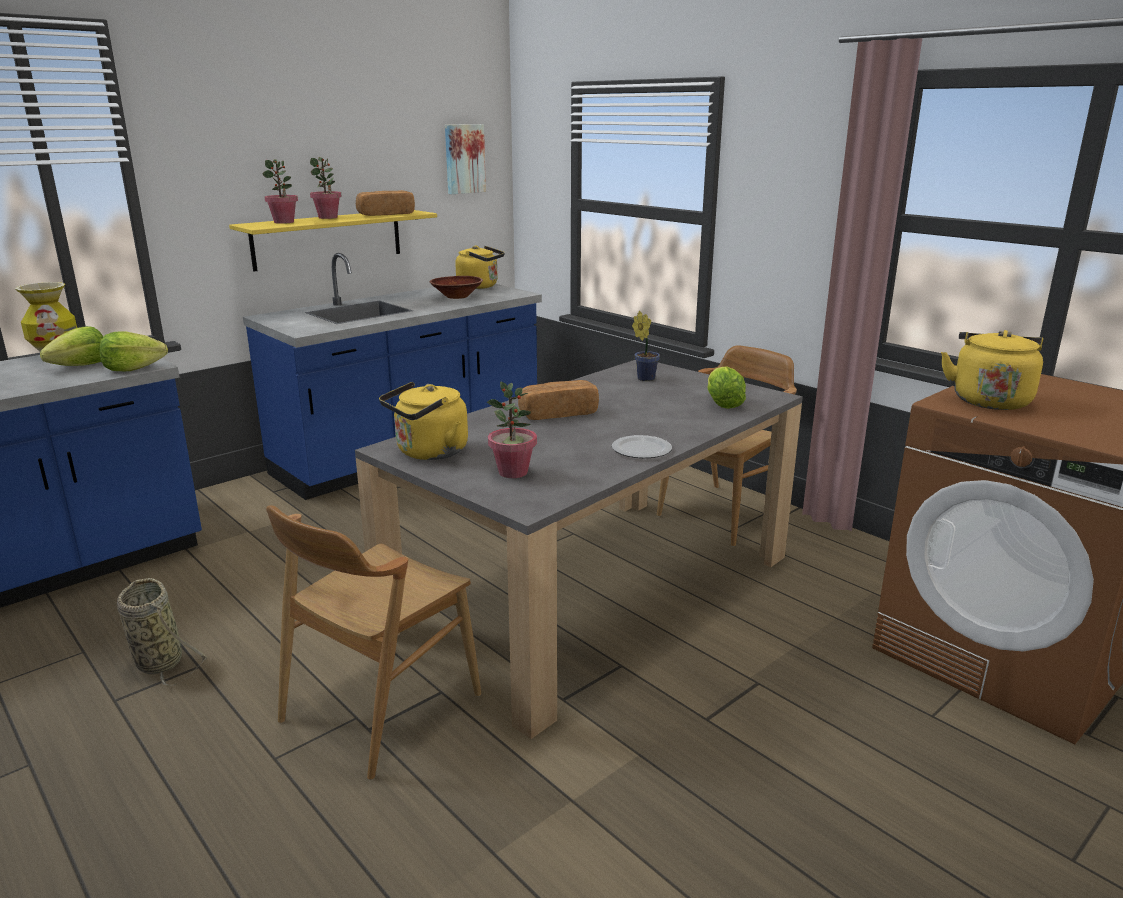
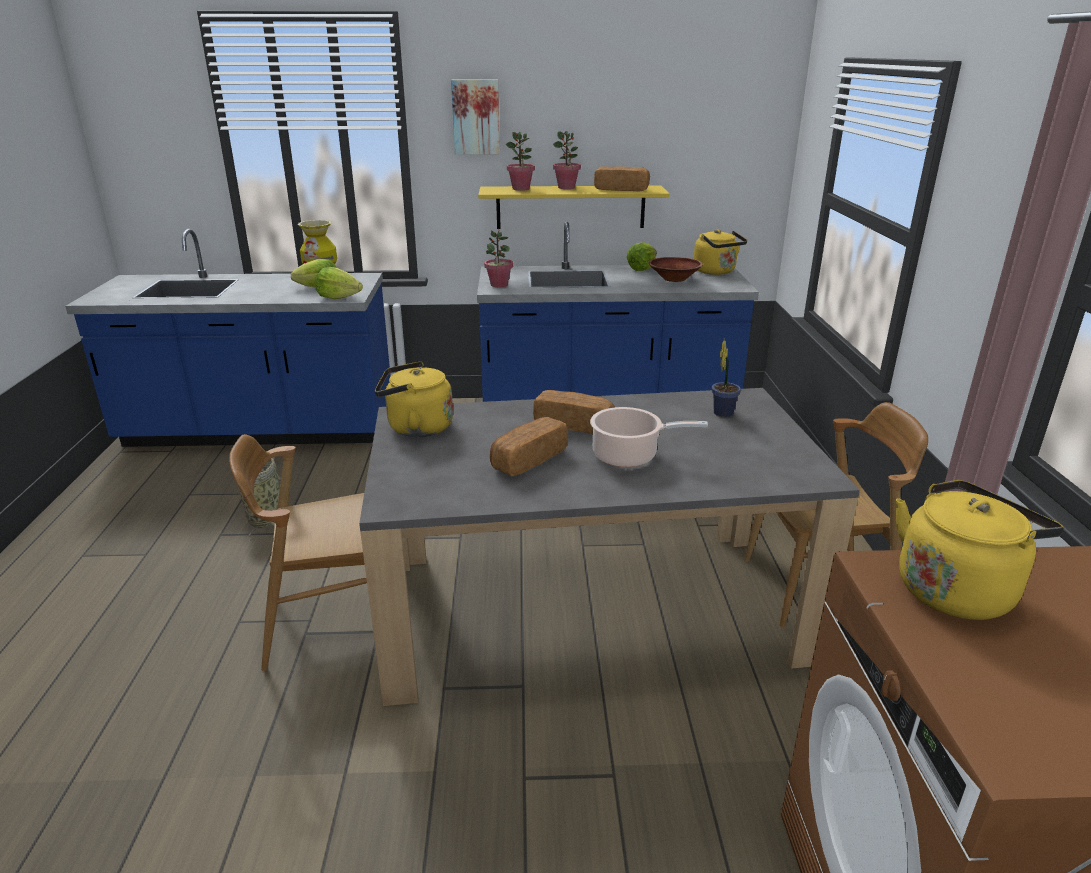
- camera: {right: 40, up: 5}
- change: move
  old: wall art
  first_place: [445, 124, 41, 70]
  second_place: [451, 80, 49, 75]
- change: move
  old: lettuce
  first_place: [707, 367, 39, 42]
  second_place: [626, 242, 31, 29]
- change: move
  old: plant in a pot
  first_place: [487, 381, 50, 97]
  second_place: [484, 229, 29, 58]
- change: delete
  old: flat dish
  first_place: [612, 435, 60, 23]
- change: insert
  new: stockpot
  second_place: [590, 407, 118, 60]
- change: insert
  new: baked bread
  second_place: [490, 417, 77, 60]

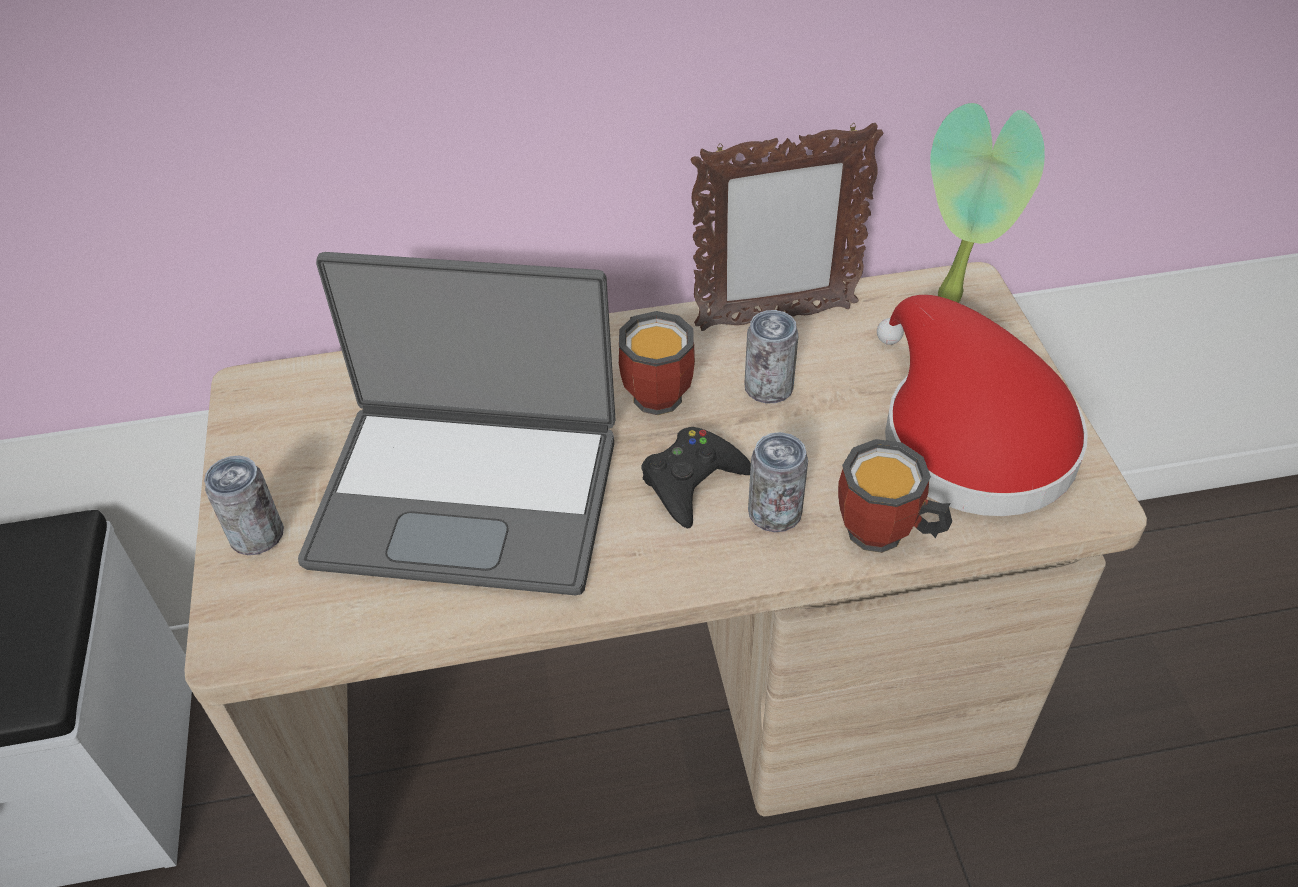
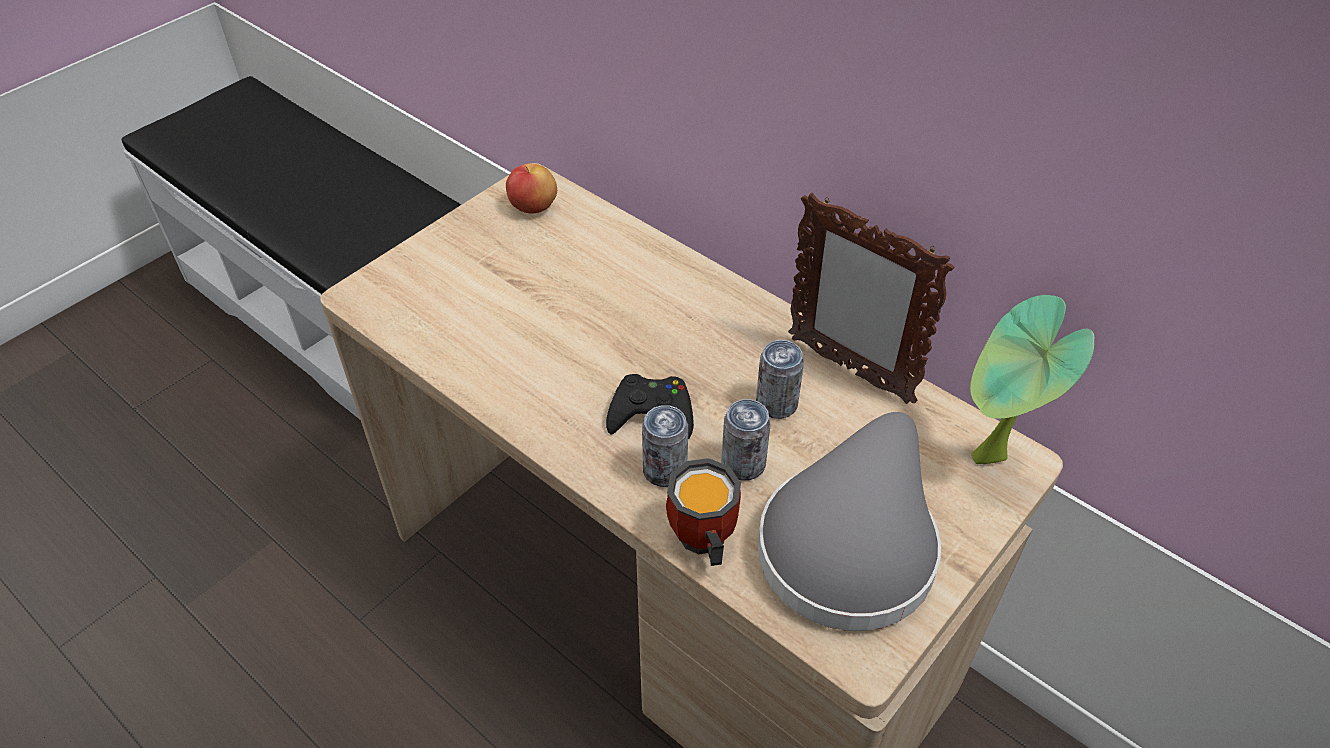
- camera: {right: 50, up: 0}
- change: delete
  old: laptop
  first_place: [298, 252, 318, 343]
- change: recolor
  old: red clothing hat
  new: gray clothing hat
  first_place: [877, 295, 211, 221]
  second_place: [758, 412, 183, 219]
- change: delete
  old: mug
  first_place: [619, 311, 76, 104]
- change: move
  old: sealed can
  first_place: [204, 456, 80, 99]
  second_place: [721, 399, 50, 81]
- change: insert
  new: whole apple
  second_place: [506, 163, 51, 50]

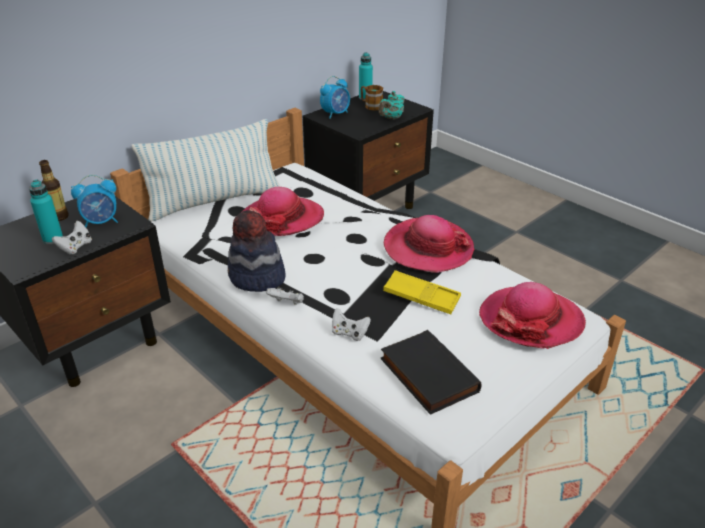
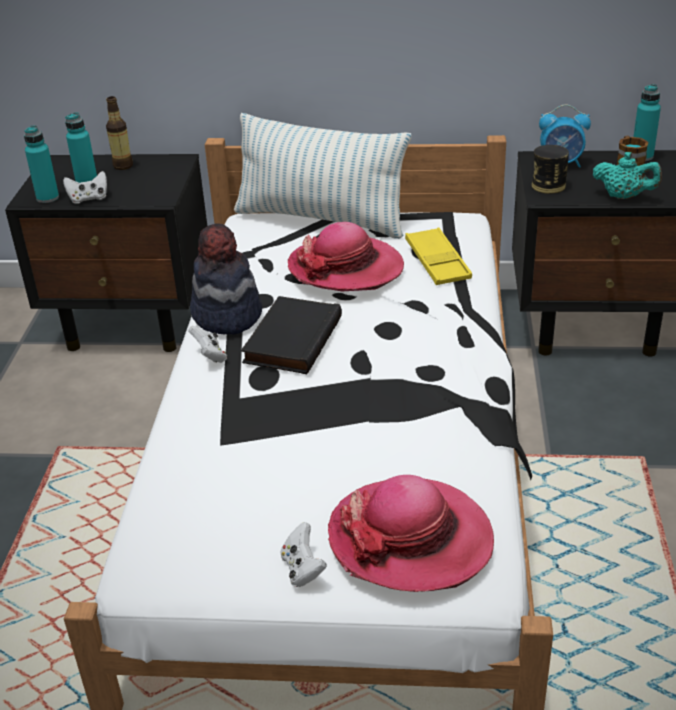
- camera: {right: 50, up: 0}
- change: rotate
  old: turquoise-coloured pot for tea
  first_place: [378, 91, 27, 29]
  second_place: [593, 152, 69, 47]
  degrees: -150
- change: delete
  old: bedside clock
  first_place: [71, 175, 47, 52]
- change: delete
  old: clothing hat
  first_place: [383, 215, 91, 58]
- change: move
  old: yellowish tray
  first_place: [383, 270, 78, 45]
  second_place: [405, 228, 67, 57]
- change: move
  old: white gamepad
  first_place: [332, 308, 39, 33]
  second_place: [280, 522, 47, 65]
- change: move
  old: blackish bound book
  first_place: [380, 330, 102, 85]
  second_place: [241, 296, 101, 78]
- change: insert
  new: turquoise-coloured beverage bottle
  second_place: [24, 125, 35, 78]
- change: insert
  new: sealed can
  second_place: [531, 145, 38, 49]

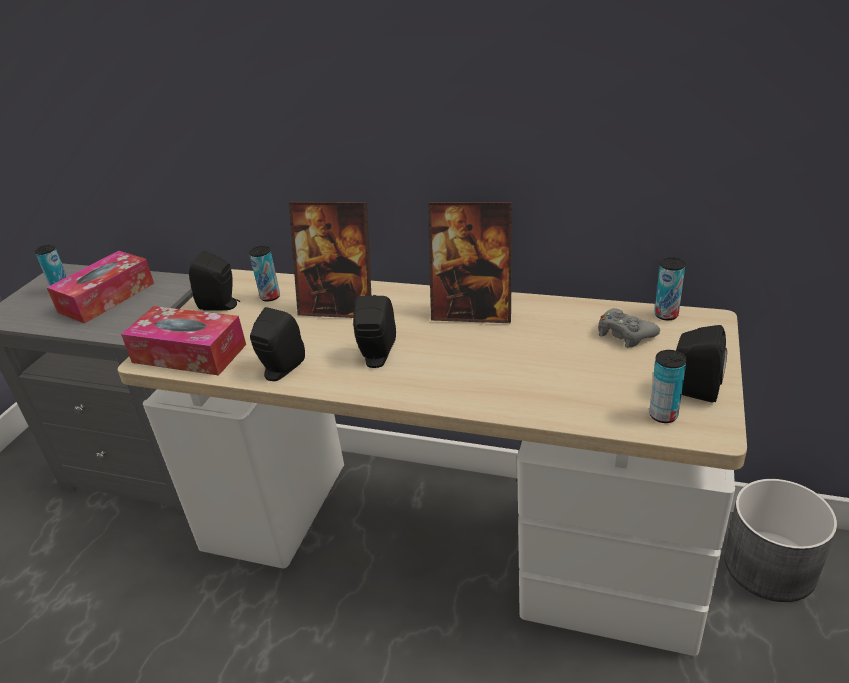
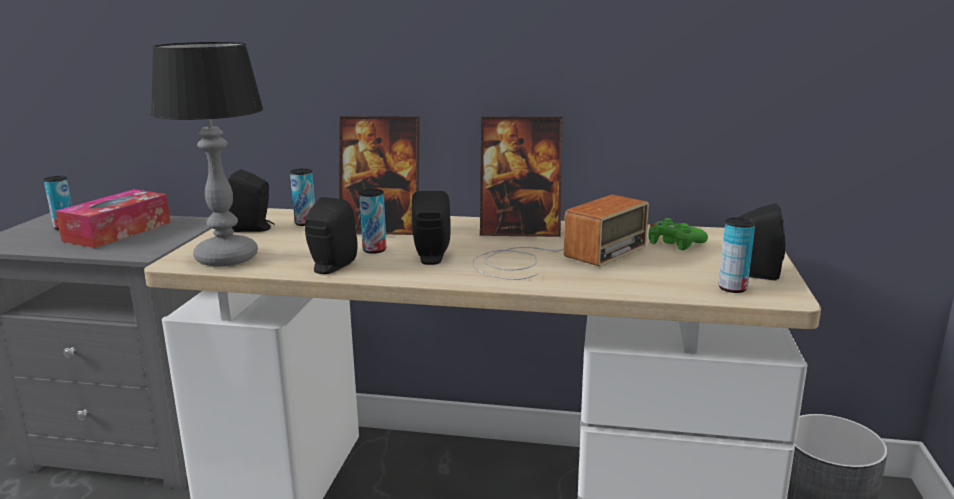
- camera: {right: -10, up: -15}
- change: move
  old: sealed can
  first_place: [655, 258, 31, 62]
  second_place: [359, 189, 28, 65]
- change: replace
  old: tissue box
  new: table lamp
  first_place: [121, 306, 125, 69]
  second_place: [151, 42, 113, 225]
- change: recolor
  old: gray gamepad
  new: green gamepad
  first_place: [598, 308, 62, 40]
  second_place: [649, 218, 59, 32]
- change: insert
  new: radio receiver
  second_place: [473, 195, 176, 85]

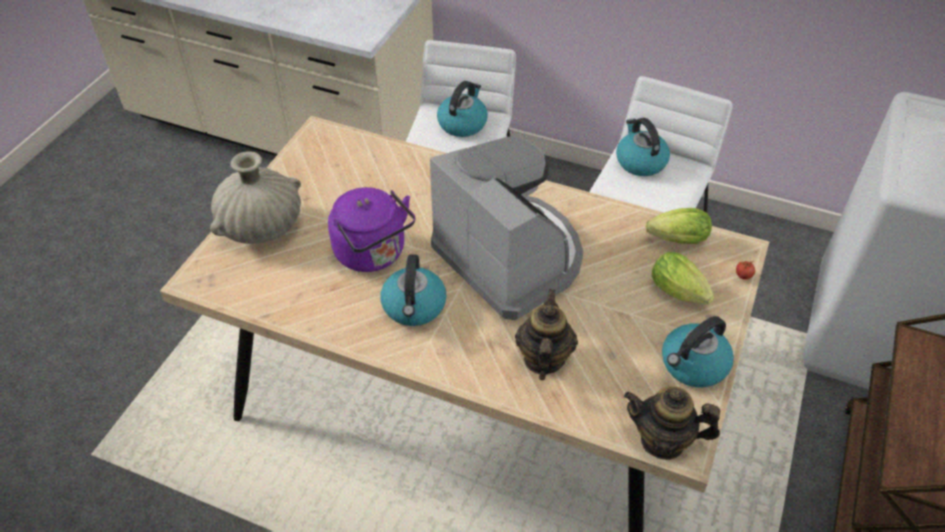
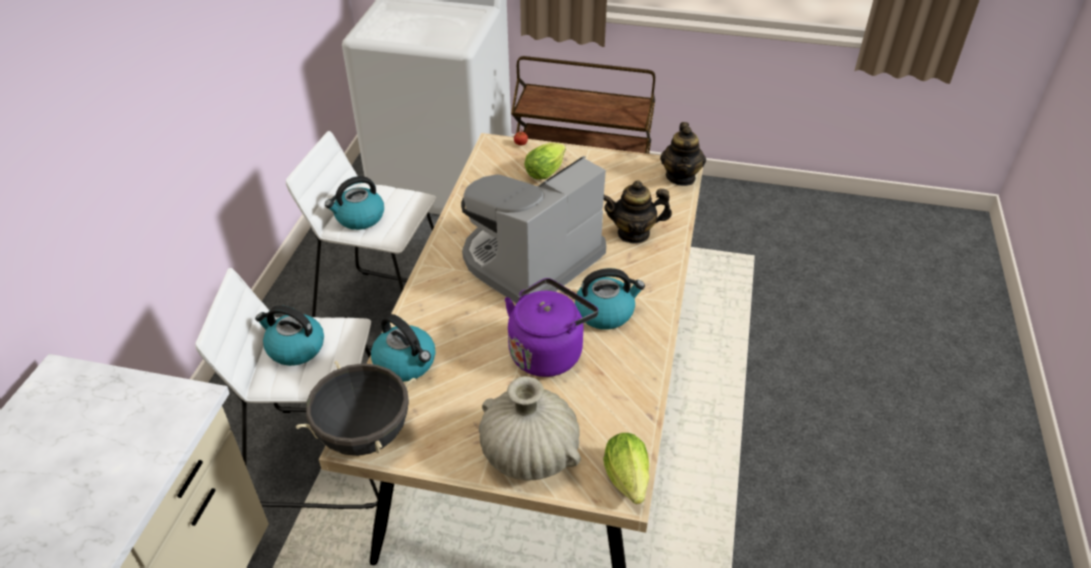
- camera: {right: -100, up: -5}
- change: move
  old: lettuce
  first_place: [646, 208, 66, 36]
  second_place: [603, 433, 46, 71]
- change: move
  old: kettle
  first_place: [662, 316, 72, 71]
  second_place: [371, 314, 64, 68]
- change: insert
  new: blackish stockpot
  second_place: [296, 361, 120, 95]

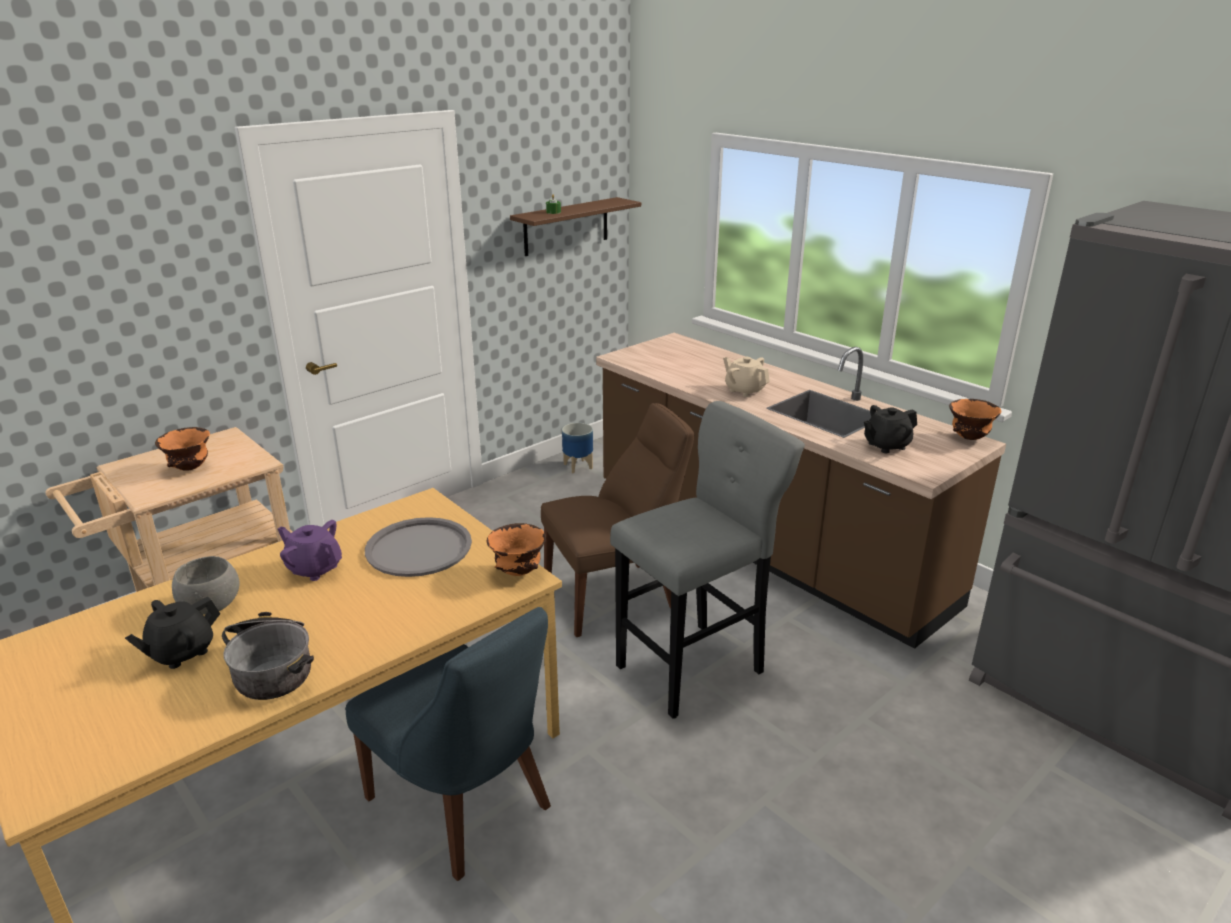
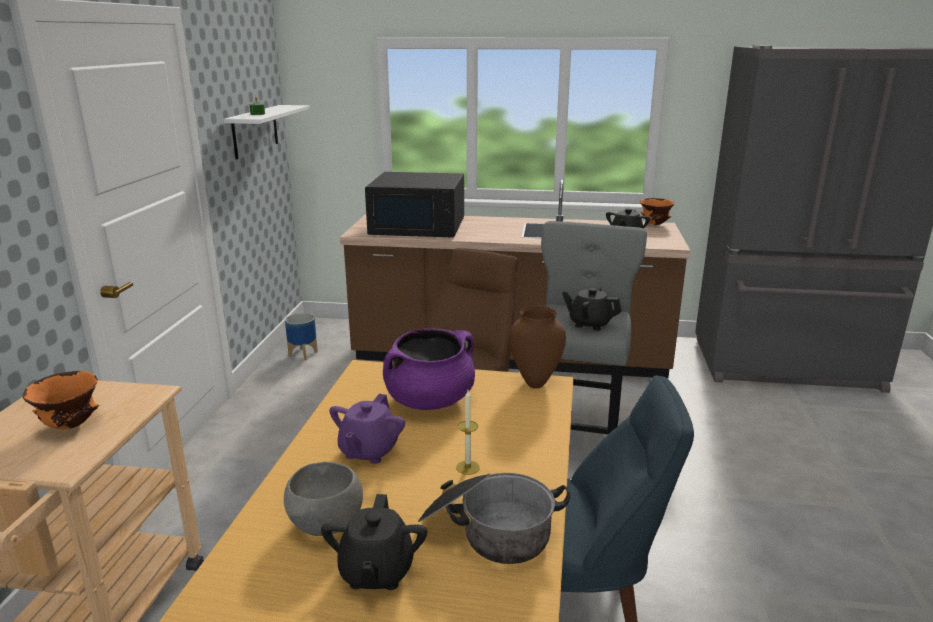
- camera: {right: -40, up: -5}
- change: recolor
  old: brown-coloured shelf
  new: white shelf
  first_place: [510, 197, 131, 59]
  second_place: [223, 105, 87, 54]
- change: delete
  old: beige-coloured pot for tea
  first_place: [723, 357, 47, 40]
- change: replace
  old: gray tray
  new: purple-coloured stockpot
  first_place: [365, 517, 107, 60]
  second_place: [383, 328, 92, 82]
- change: rotate
  old: purple-coloured pot for tea
  first_place: [278, 520, 64, 61]
  second_place: [329, 394, 76, 70]
  degrees: -60
- change: replace
  old: orangey serving bowl
  new: brown-coloured vase
  first_place: [487, 523, 59, 53]
  second_place: [509, 306, 57, 83]
- change: insert
  new: blackish kitchen microwave
  second_place: [365, 172, 99, 66]
- change: insert
  new: blackish pot for tea
  second_place: [562, 287, 60, 44]
- change: insert
  new: candle
  second_place: [456, 390, 24, 85]

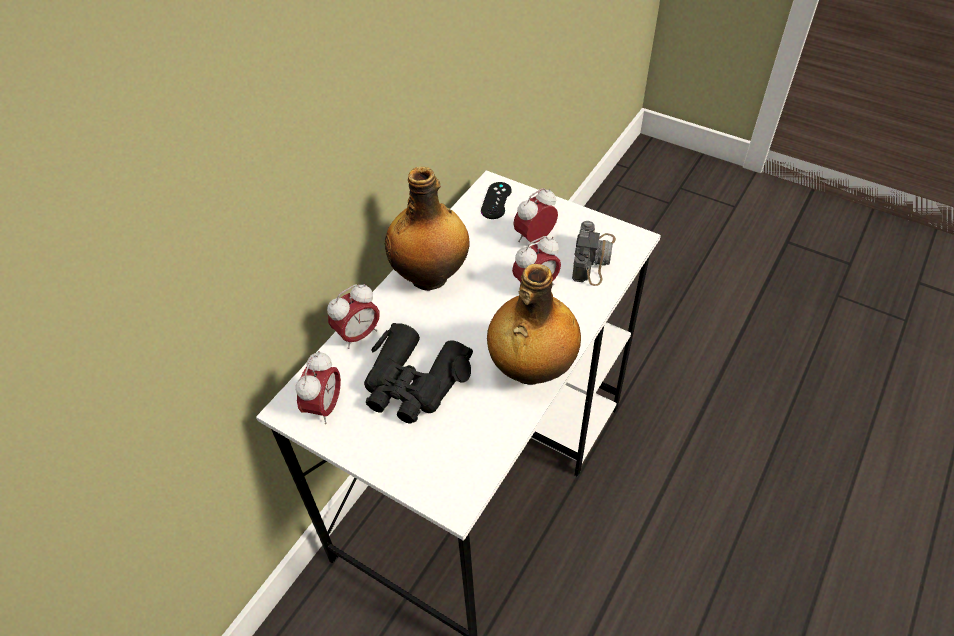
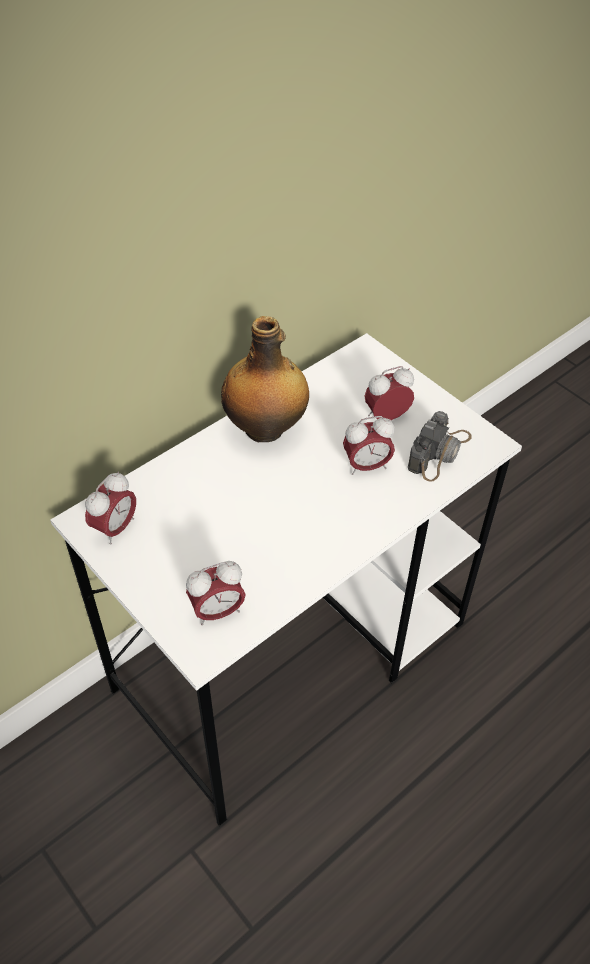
- camera: {right: 15, up: 0}
- change: delete
  old: blackish gamepad
  first_place: [481, 182, 31, 37]
- change: delete
  old: beverage bottle
  first_place: [487, 264, 94, 121]
- change: move
  old: bedside clock
  first_place: [327, 284, 53, 65]
  second_place: [186, 561, 60, 64]
- change: delete
  old: blackish pair of binoculars
  first_place: [364, 323, 109, 101]

